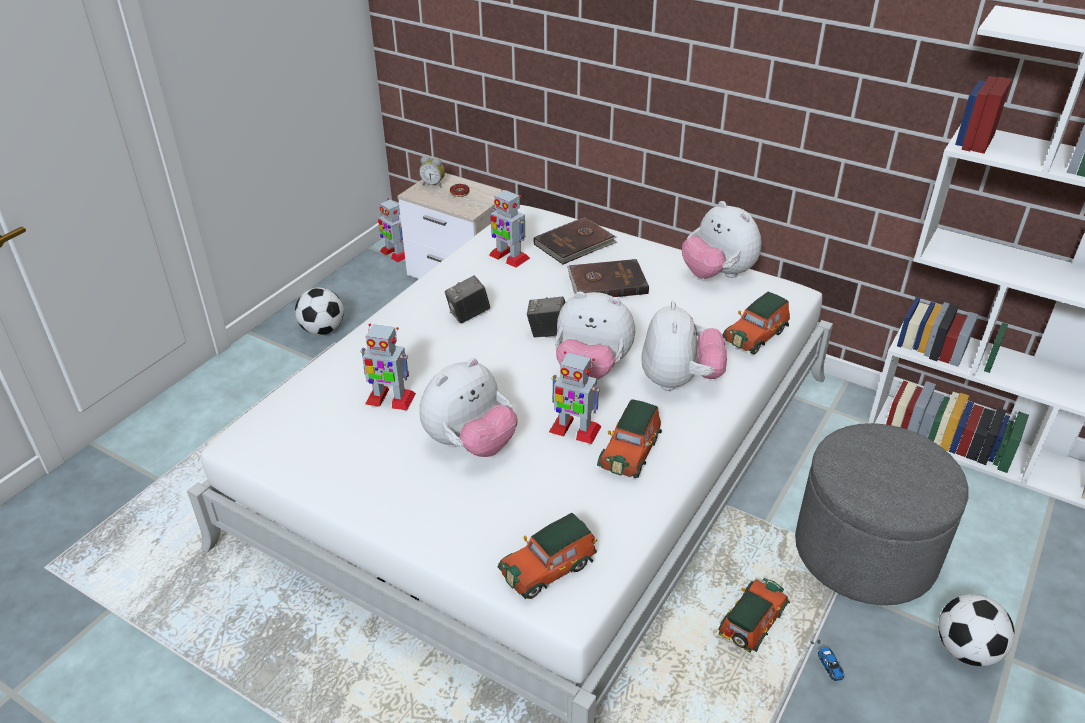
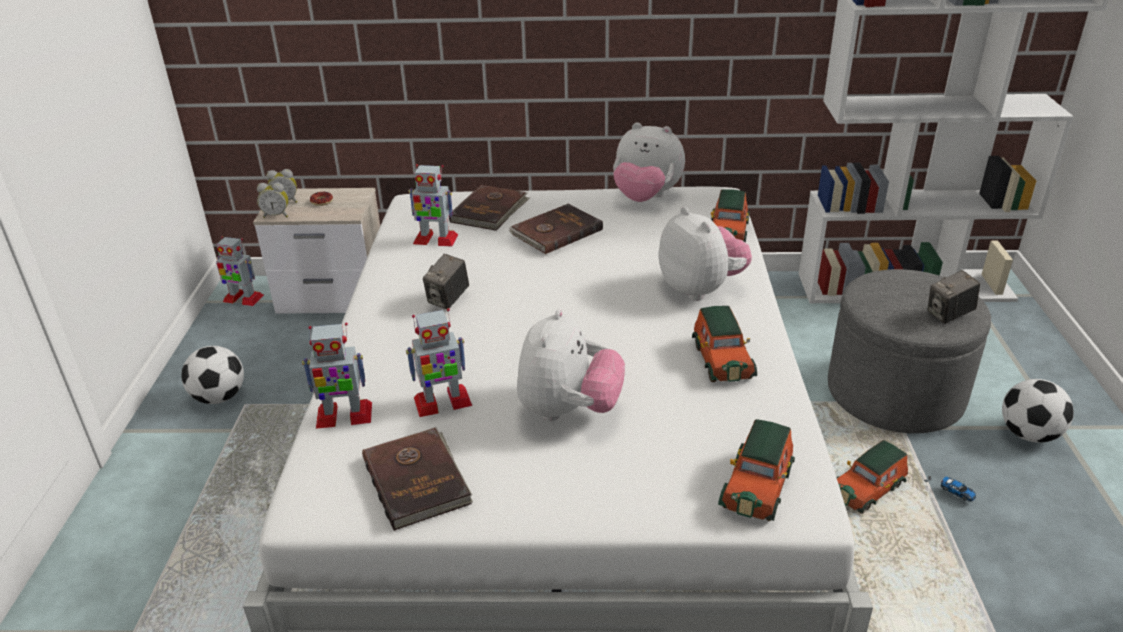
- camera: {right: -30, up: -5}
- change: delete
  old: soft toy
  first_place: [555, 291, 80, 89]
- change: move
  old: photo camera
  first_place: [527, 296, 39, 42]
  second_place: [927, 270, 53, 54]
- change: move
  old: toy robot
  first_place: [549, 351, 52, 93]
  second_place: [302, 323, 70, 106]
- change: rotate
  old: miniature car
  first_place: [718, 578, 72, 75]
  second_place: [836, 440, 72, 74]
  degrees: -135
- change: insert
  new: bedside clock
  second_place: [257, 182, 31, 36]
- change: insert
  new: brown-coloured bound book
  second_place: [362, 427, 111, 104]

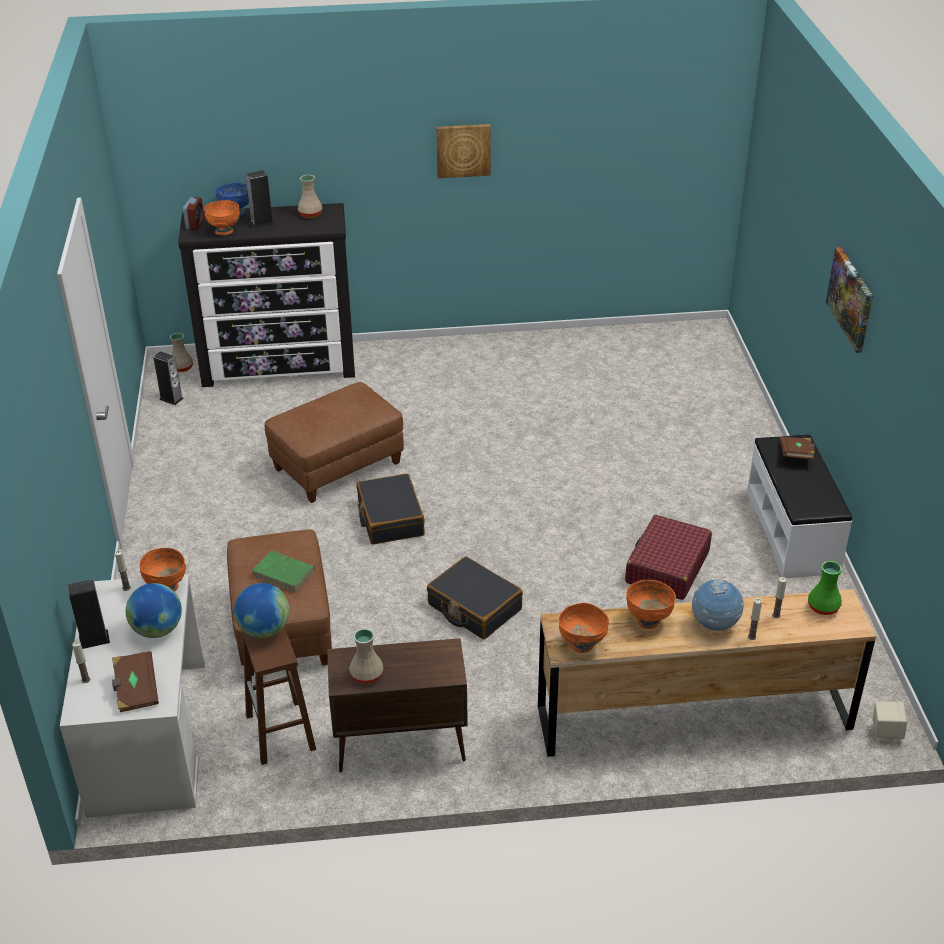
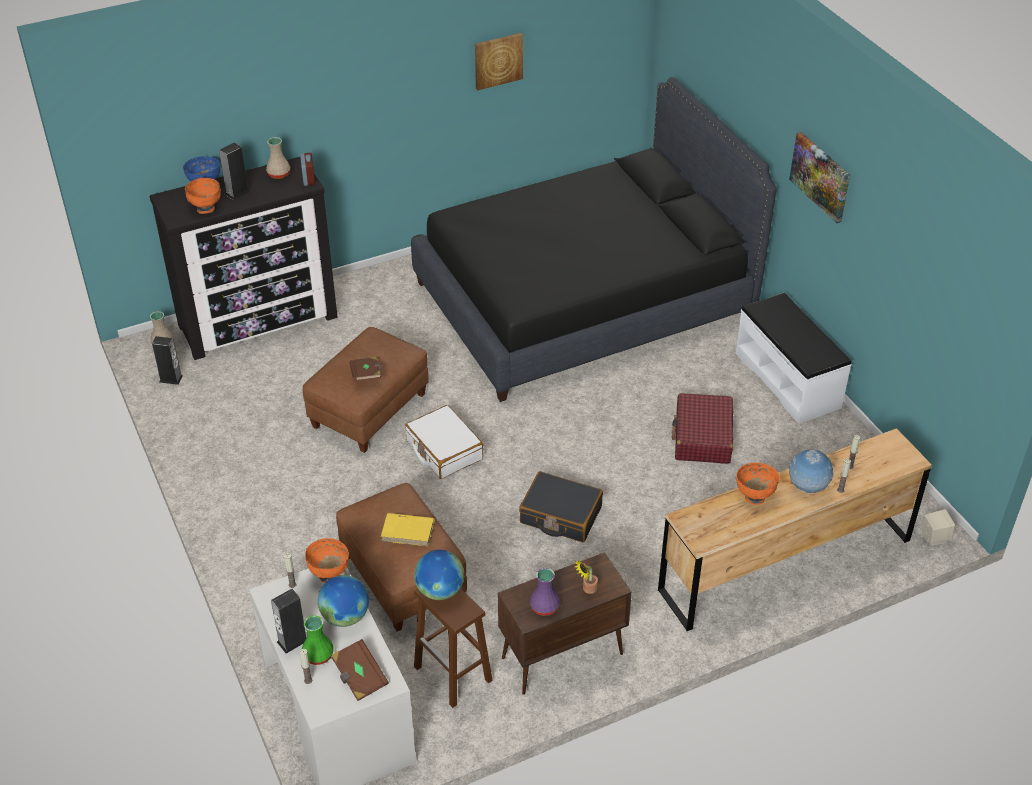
- camera: {right: -20, up: 5}
- change: move
  old: wall art
  first_place: [436, 124, 55, 54]
  second_place: [475, 33, 48, 57]
- change: move
  old: bedside clock
  first_place: [183, 197, 21, 33]
  second_place: [300, 153, 15, 33]
- change: move
  old: brown-coloured bound book
  first_place: [780, 436, 35, 24]
  second_place: [349, 356, 33, 26]
- change: recolor
  old: blackish piece of luggage
  new: white piece of luggage
  first_place: [357, 474, 68, 70]
  second_place: [405, 405, 78, 74]
- change: recolor
  old: green bound book
  new: yellowish bound book
  first_place: [252, 551, 63, 42]
  second_place: [381, 513, 53, 33]
- change: move
  old: green vase
  first_place: [808, 561, 34, 54]
  second_place: [302, 615, 32, 50]
- change: delete
  old: orangey serving bowl
  first_place: [558, 603, 51, 50]
- change: recolor
  old: beige-coloured vase
  new: purple-coloured vase
  first_place: [349, 628, 35, 56]
  second_place: [530, 568, 30, 48]
- change: insert
  new: blackish bed
  second_place: [411, 77, 366, 325]
- change: insert
  new: plant in a pot
  second_place: [575, 560, 23, 34]

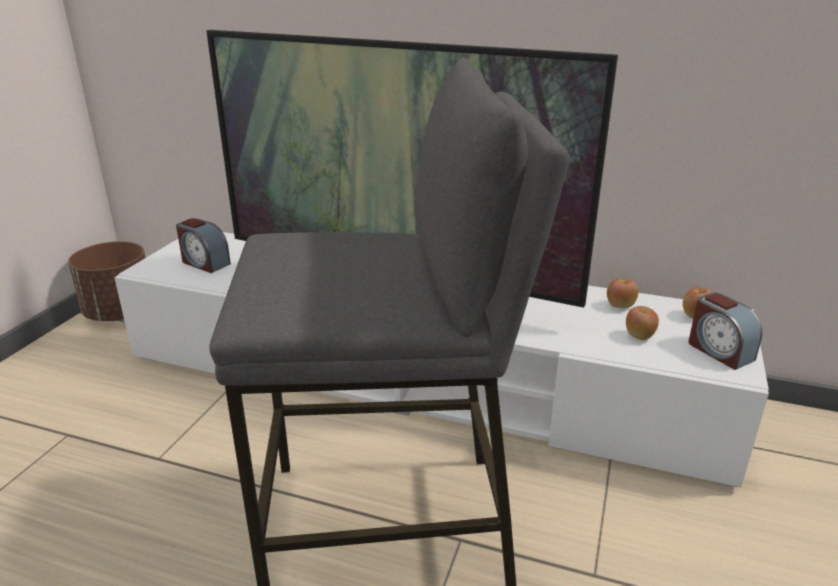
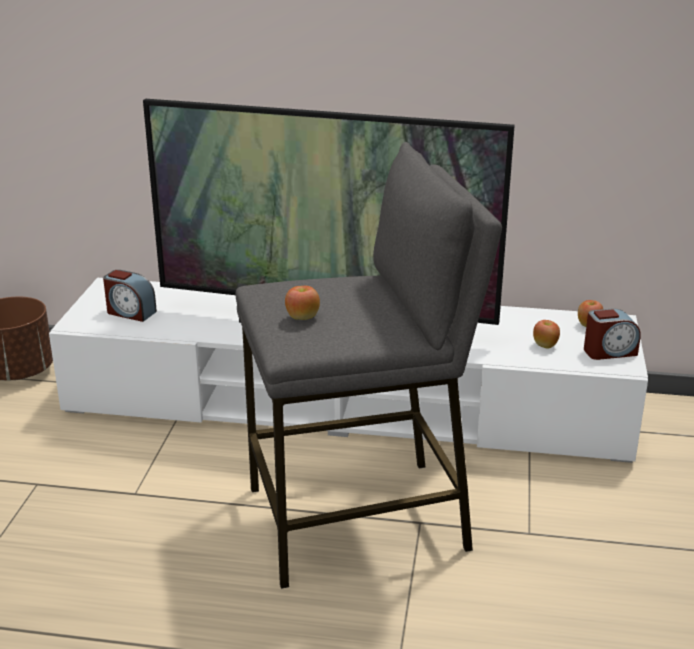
- camera: {right: -10, up: 0}
- change: move
  old: whole apple
  first_place: [607, 279, 31, 29]
  second_place: [285, 286, 35, 34]
- change: rotate
  old: bedside clock
  first_place: [689, 293, 74, 77]
  second_place: [584, 309, 57, 51]
  degrees: -60

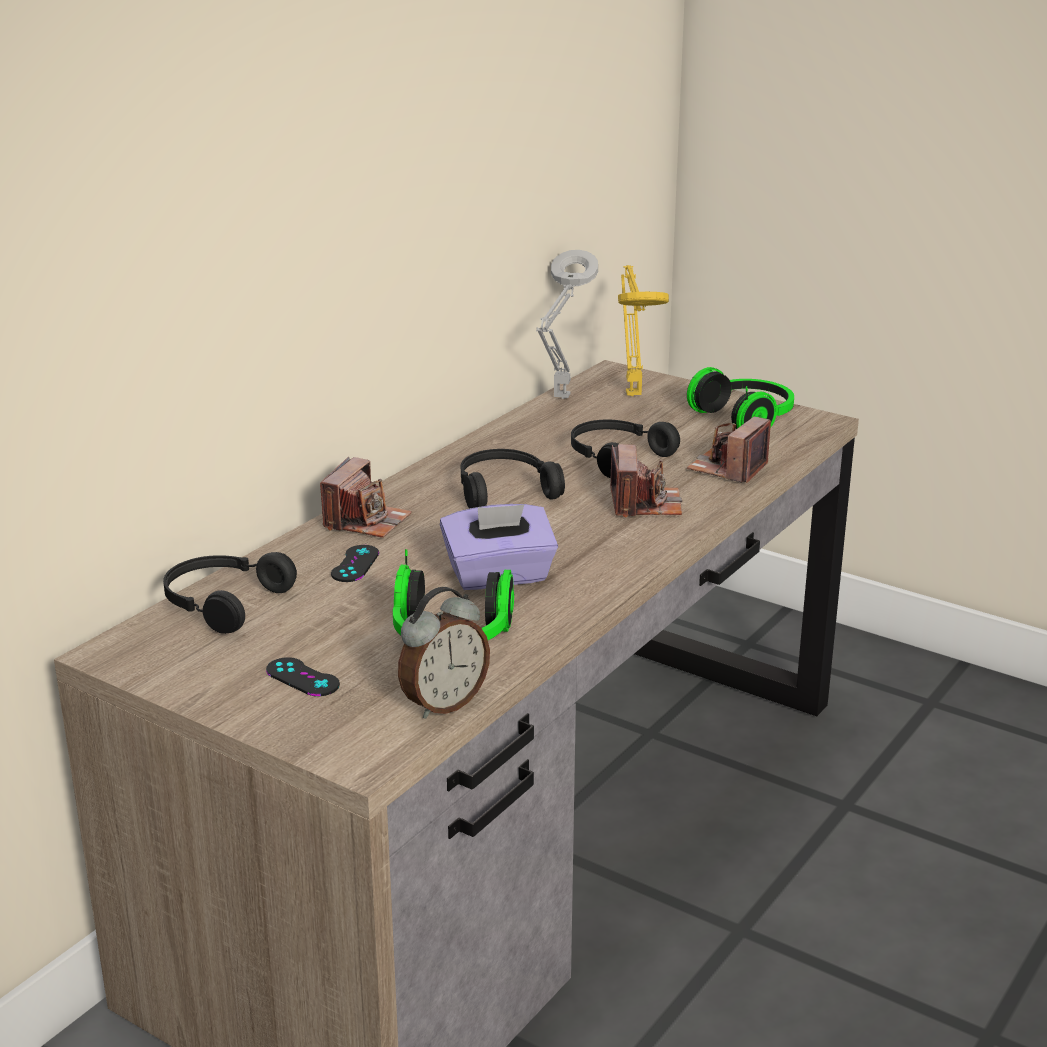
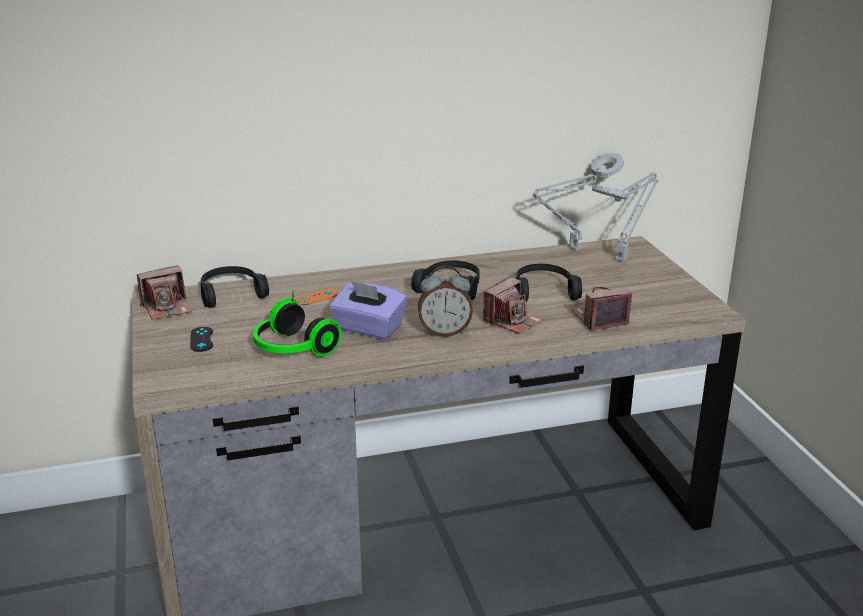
- camera: {right: 40, up: 0}
- change: recolor
  old: yellowish table lamp
  new: gray table lamp
  first_place: [618, 265, 51, 131]
  second_place: [592, 172, 67, 90]
- change: delete
  old: pair of headphones
  first_place: [687, 367, 107, 62]
- change: move
  old: photo camera
  first_place: [320, 457, 92, 81]
  second_place: [137, 265, 55, 55]
- change: recolor
  old: blackish gamepad
  new: orangey gamepad
  first_place: [331, 545, 48, 37]
  second_place: [294, 289, 43, 16]
- change: move
  old: bedside clock
  first_place: [398, 587, 92, 132]
  second_place: [418, 266, 55, 71]

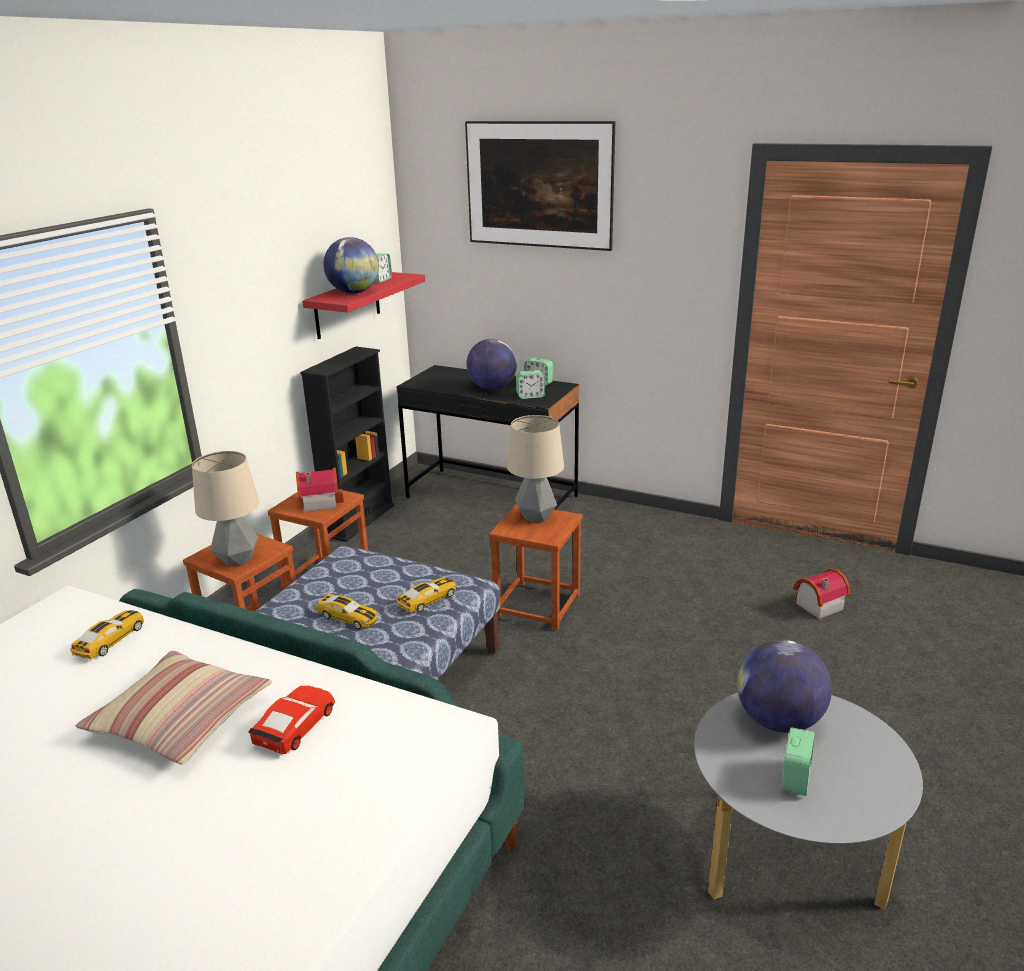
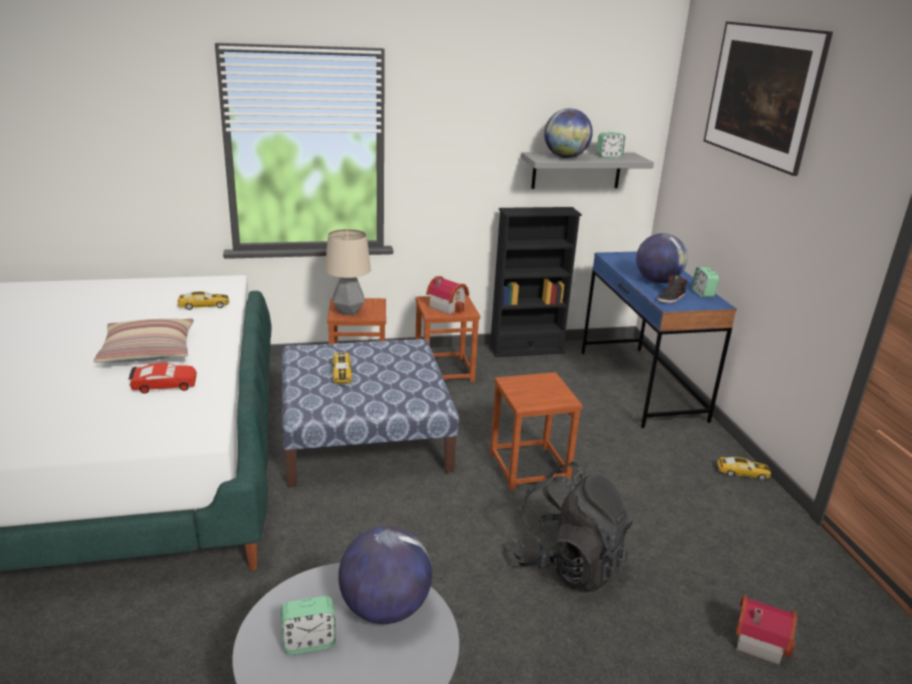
- camera: {right: 50, up: 0}
- change: recolor
  old: red shelf
  new: gray shelf
  first_place: [302, 272, 123, 67]
  second_place: [521, 152, 133, 37]
- change: recolor
  old: blackish desk table
  new: bluish desk table
  first_place: [396, 365, 183, 145]
  second_place: [581, 252, 156, 176]
- change: replace
  old: bedside clock
  new: blackish item of footwear
  first_place: [516, 370, 29, 29]
  second_place: [657, 275, 30, 28]
- change: delete
  old: table lamp
  first_place: [507, 415, 57, 108]
- change: move
  old: miniature car
  first_place: [397, 577, 59, 36]
  second_place: [717, 457, 54, 23]
- change: insert
  new: blackish knapsack
  second_place: [510, 462, 123, 130]

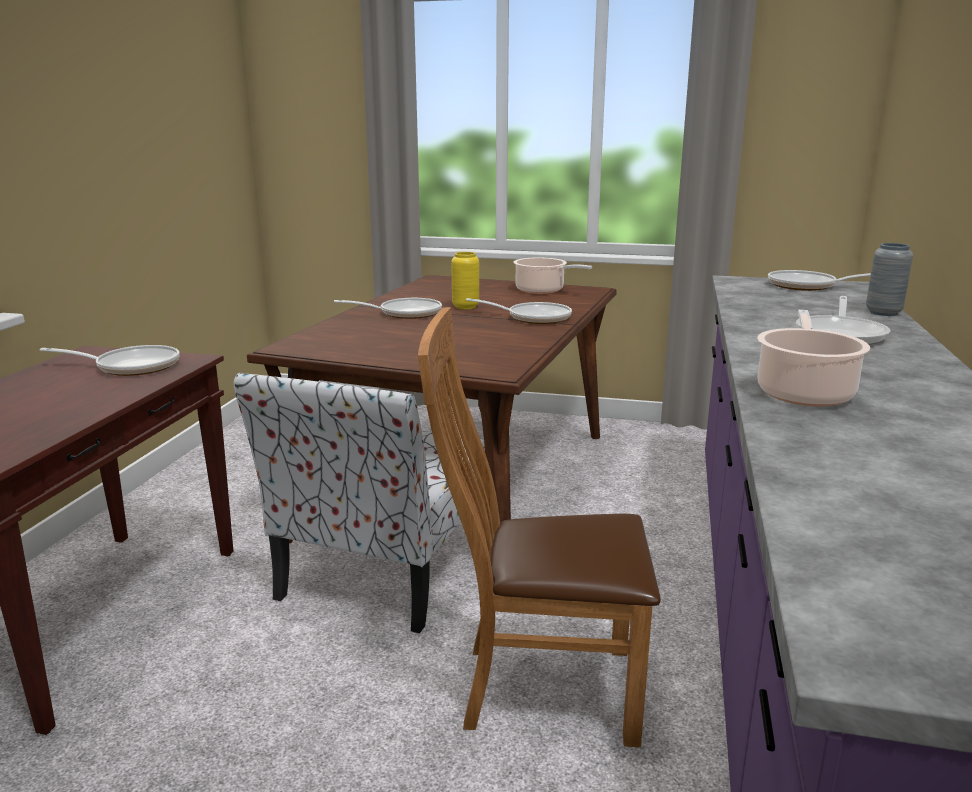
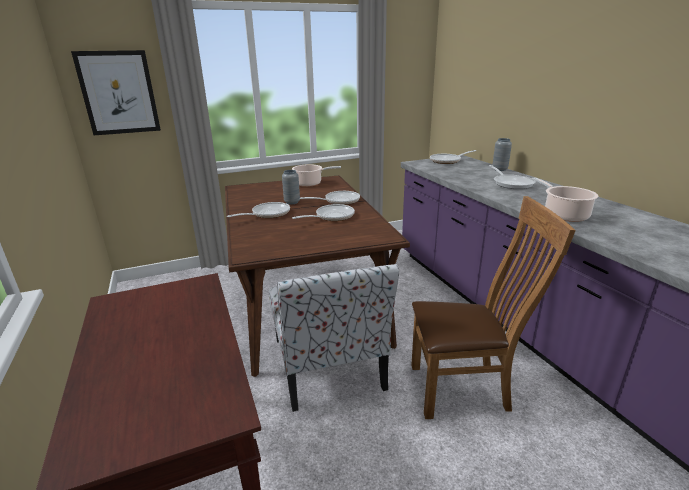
- camera: {right: -35, up: 5}
- change: recolor
  old: yellowish vase
  new: gray vase
  first_place: [451, 252, 28, 57]
  second_place: [282, 170, 18, 34]
- change: rotate
  old: brown-coloured plain chair
  first_place: [418, 307, 243, 440]
  second_place: [411, 196, 165, 223]
  degrees: -150
- change: move
  old: pan
  first_place: [40, 345, 140, 31]
  second_place: [292, 204, 63, 17]
- change: insert
  new: wall art
  second_place: [71, 50, 90, 85]

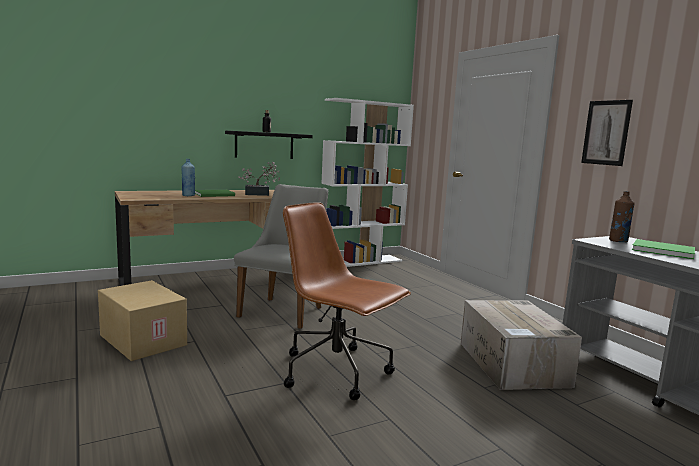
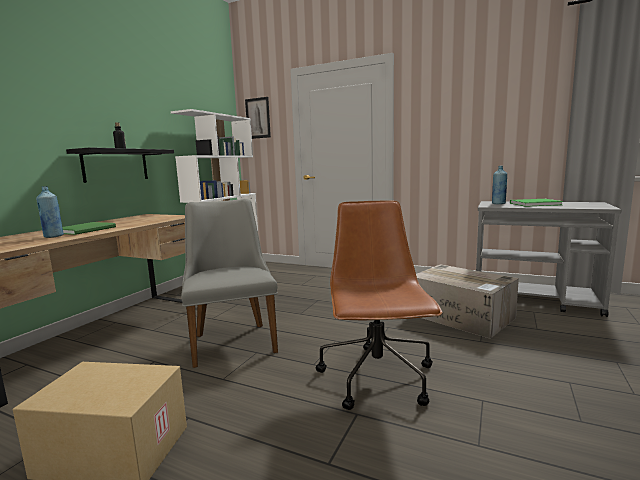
- camera: {right: -35, up: 0}
- change: move
  old: wall art
  first_place: [581, 100, 52, 66]
  second_place: [245, 97, 26, 42]
- change: delete
  old: plant in a pot
  first_place: [238, 162, 42, 34]
- change: recolor
  old: brown-coloured beverage bottle
  new: bluish beverage bottle
  first_place: [609, 191, 26, 51]
  second_place: [492, 166, 15, 38]
- change: rotate
  old: brown-coloured desk chair
  first_place: [283, 202, 128, 198]
  second_place: [316, 200, 127, 210]
  degrees: 90

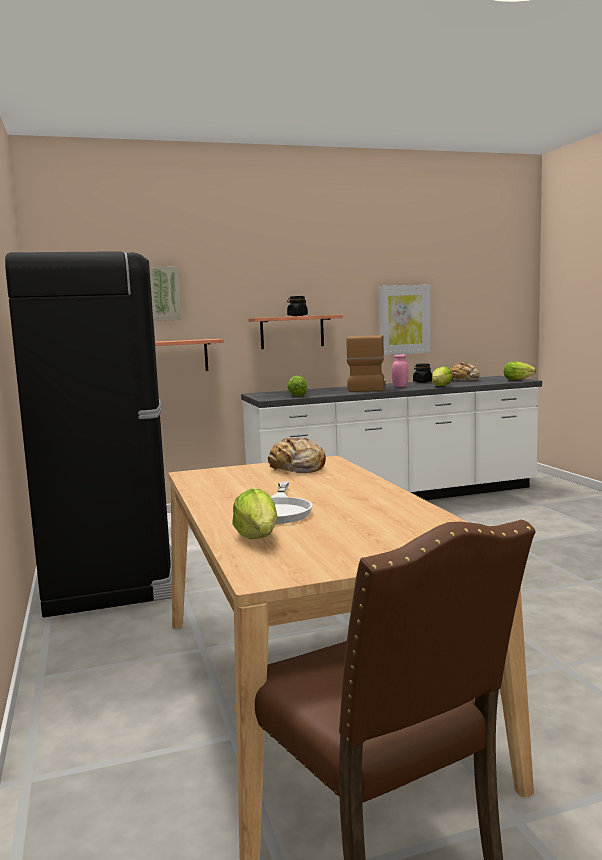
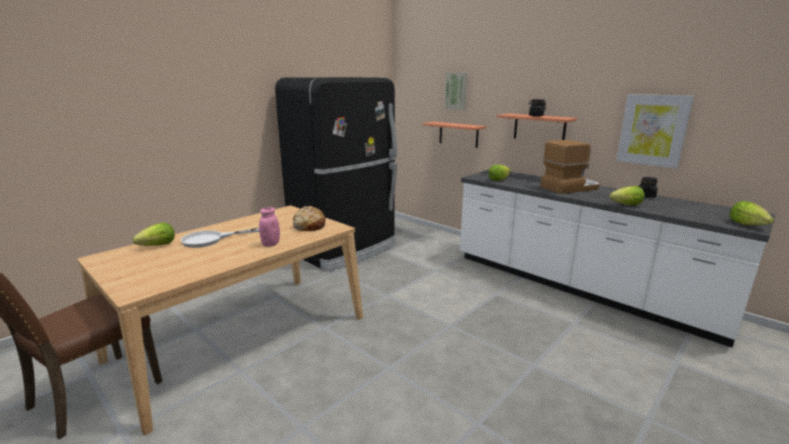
- camera: {right: 60, up: 10}
- change: move
  old: pink storage jar
  first_place: [392, 354, 17, 33]
  second_place: [259, 207, 21, 40]
- change: delete
  old: baked bread
  first_place: [449, 362, 30, 19]

